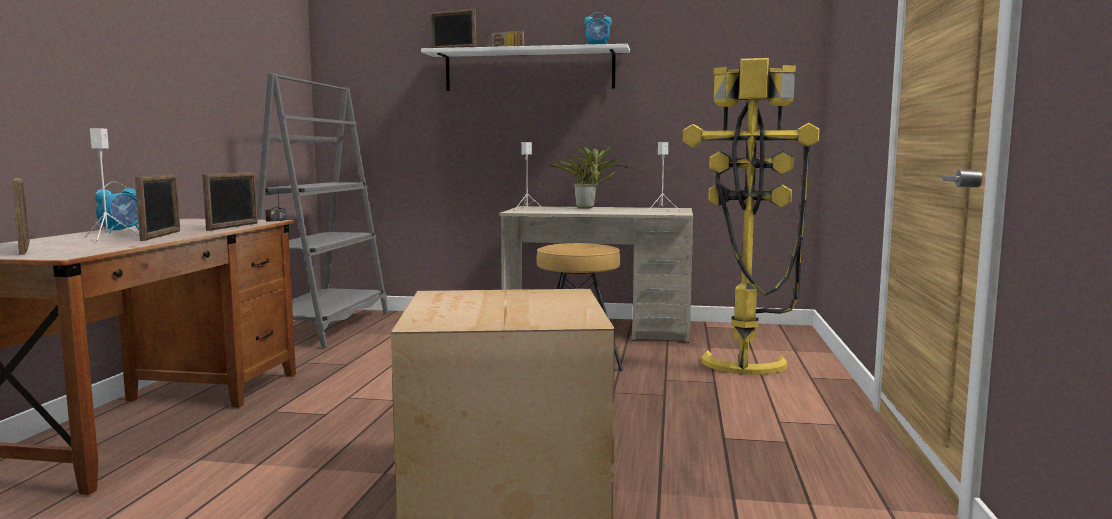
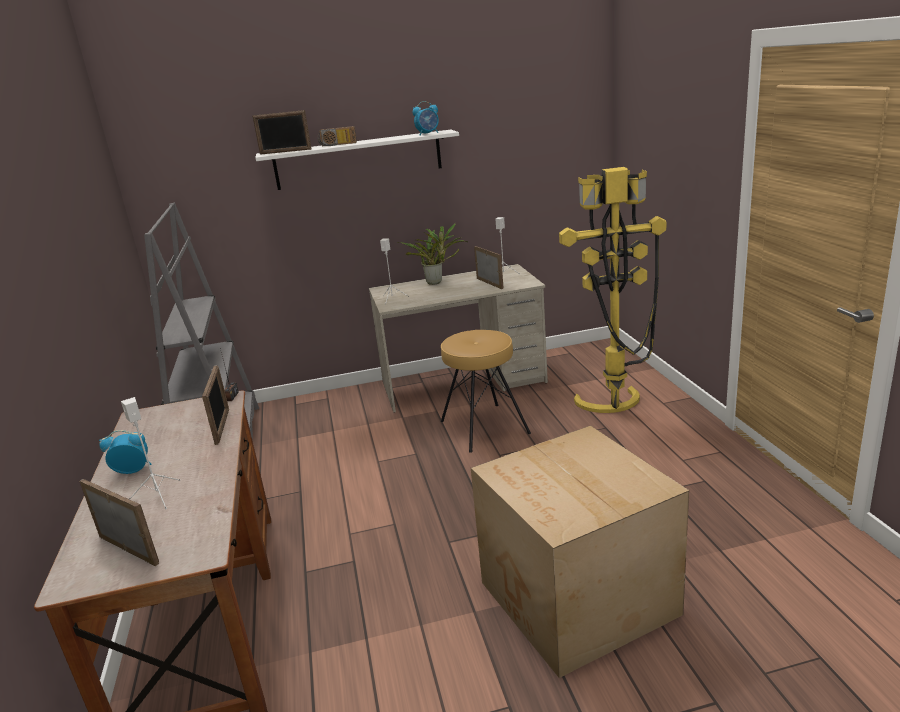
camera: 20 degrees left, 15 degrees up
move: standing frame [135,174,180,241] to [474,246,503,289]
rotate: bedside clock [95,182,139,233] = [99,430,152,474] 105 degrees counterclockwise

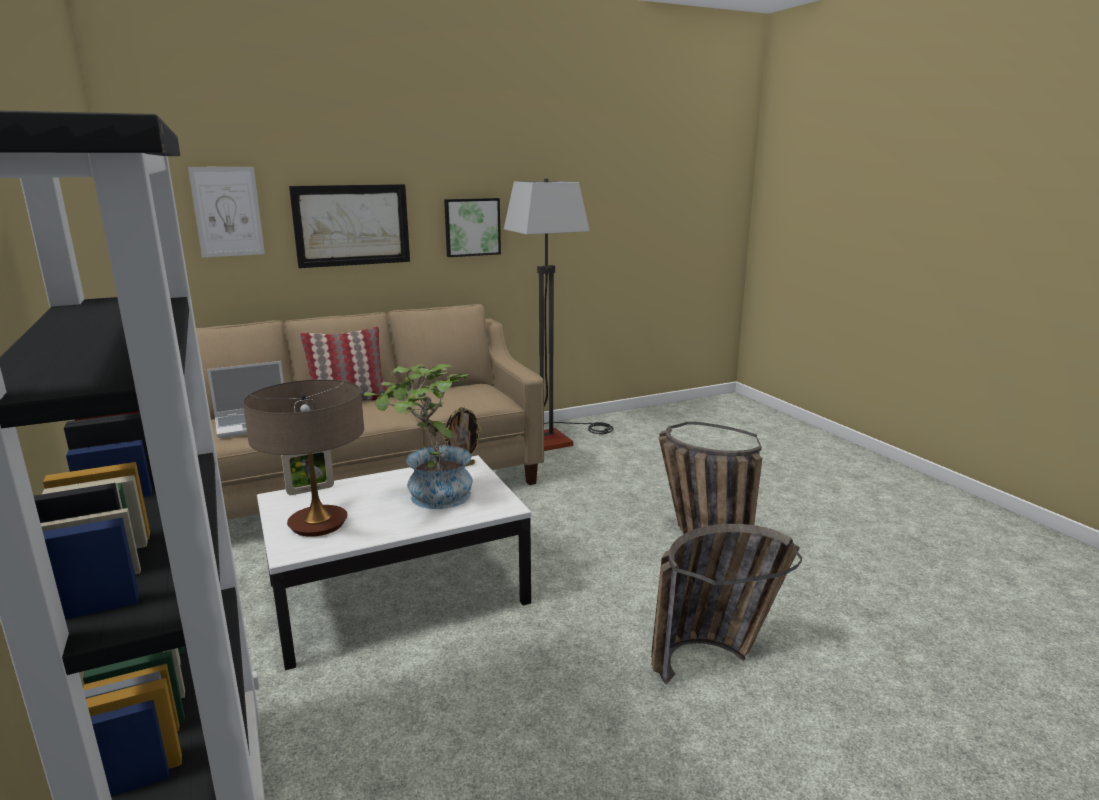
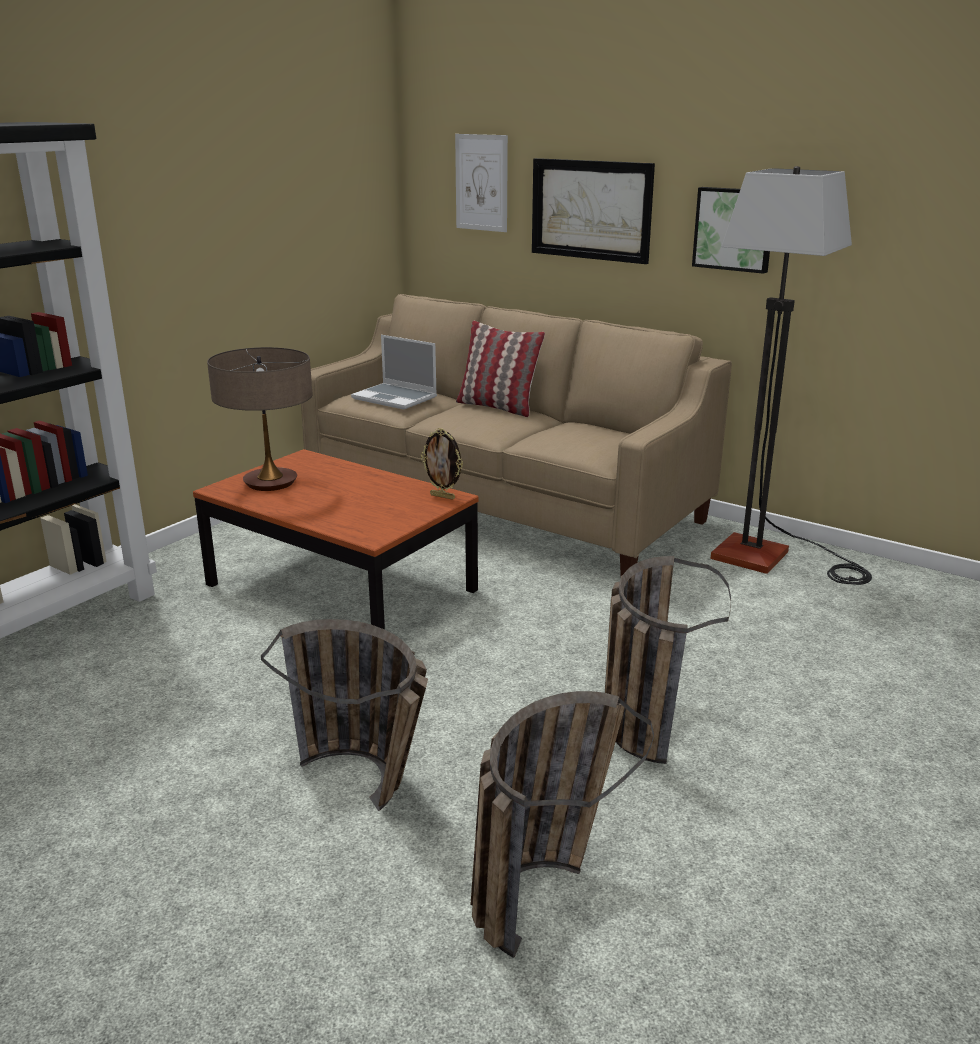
camera: 60 degrees right, 5 degrees up
delete: plant in a pot [363,364,473,509]; standing frame [281,450,334,495]
insert: household basket [470,691,654,958]
recolor: low table/white [257,455,531,670] to low table/brownish [193,449,479,629]

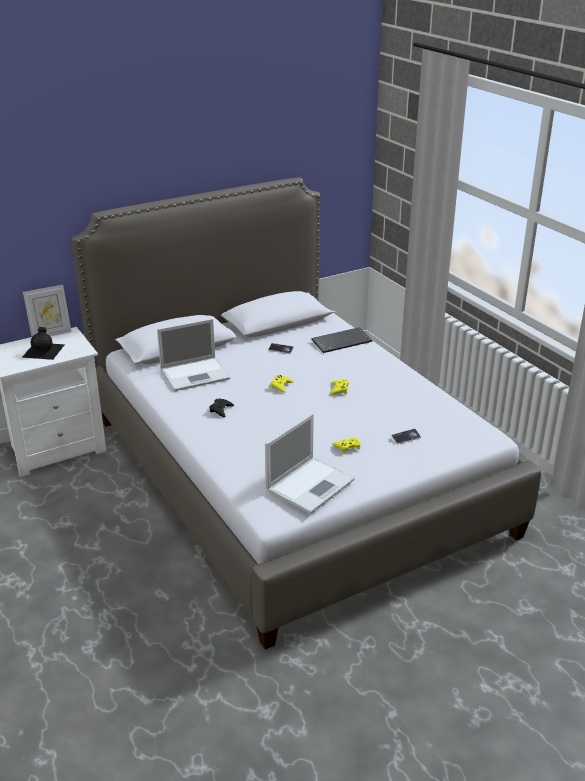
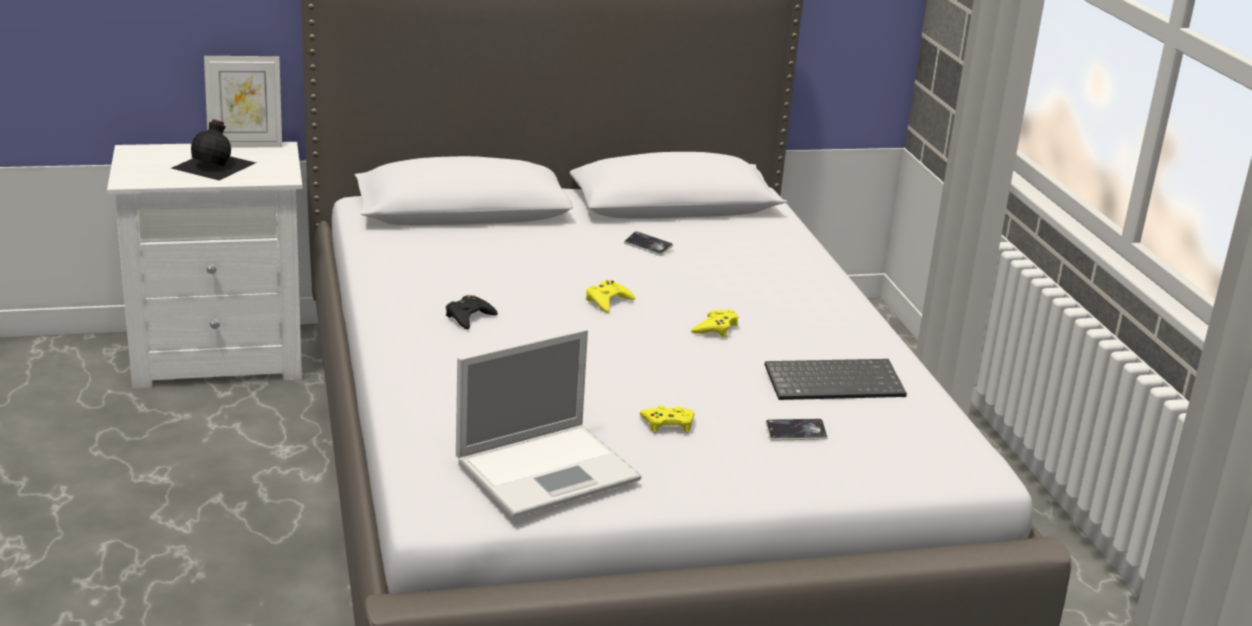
camera: 15 degrees right, 5 degrees down
delete: laptop [157,319,230,391]
move: computer keyboard [311,327,372,353] to [764,359,907,400]

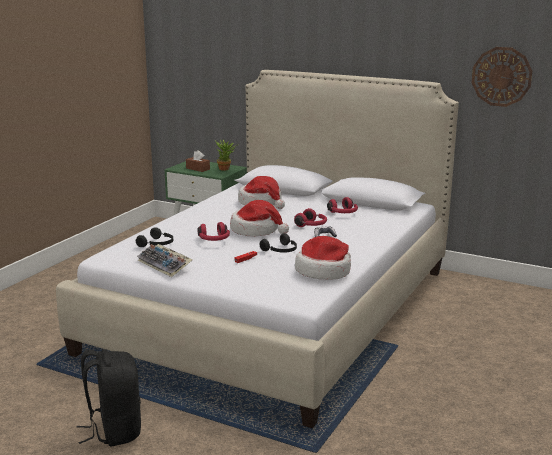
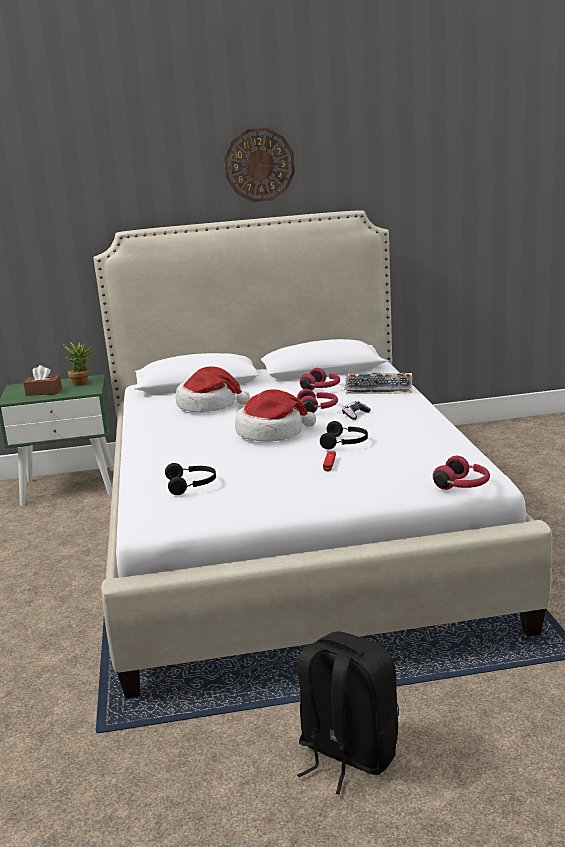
camera: 35 degrees left, 0 degrees up
delete: hat [295,236,351,280]
move: hanging clock [472,47,532,107] to [224,128,295,202]; headset/reddish [198,222,230,241] to [433,456,490,490]; computer keyboard [137,244,193,277] to [344,373,413,394]

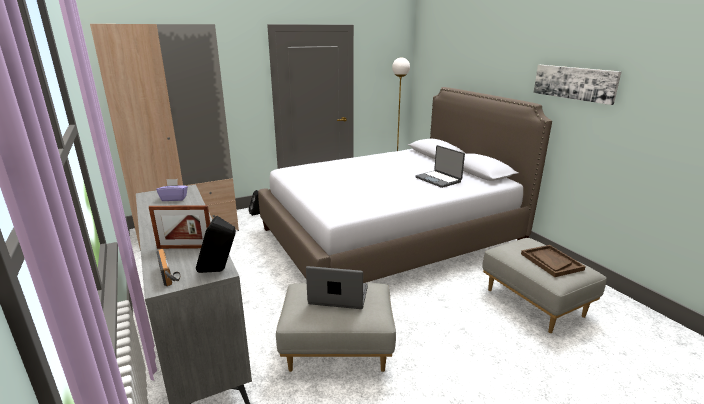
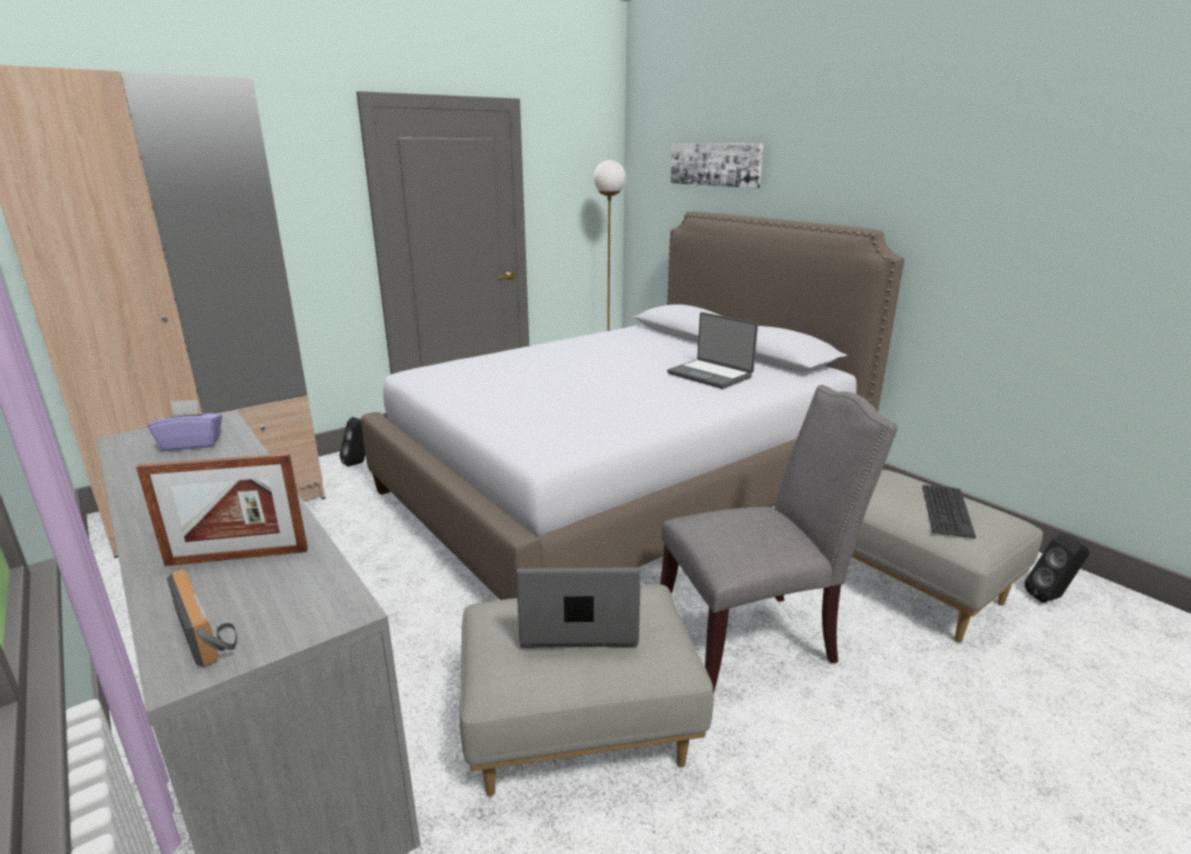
camera: 10 degrees left, 0 degrees up
insert: plain chair/grey [660,385,898,693]
move: picture [533,65,621,105] to [670,143,764,188]; speaker/black [196,216,236,273] to [1025,534,1089,603]
replace: tray/brownish [521,245,586,277] to computer keyboard [922,485,976,538]

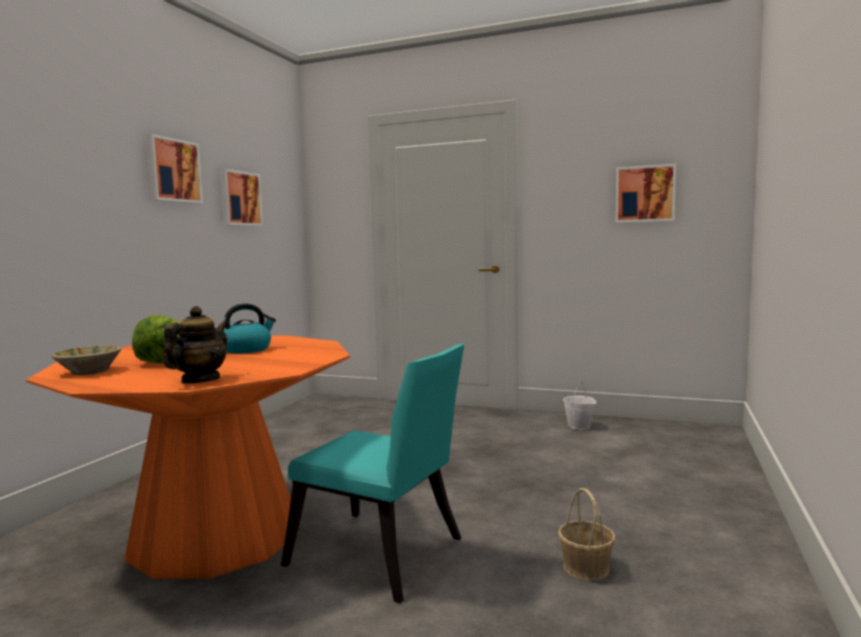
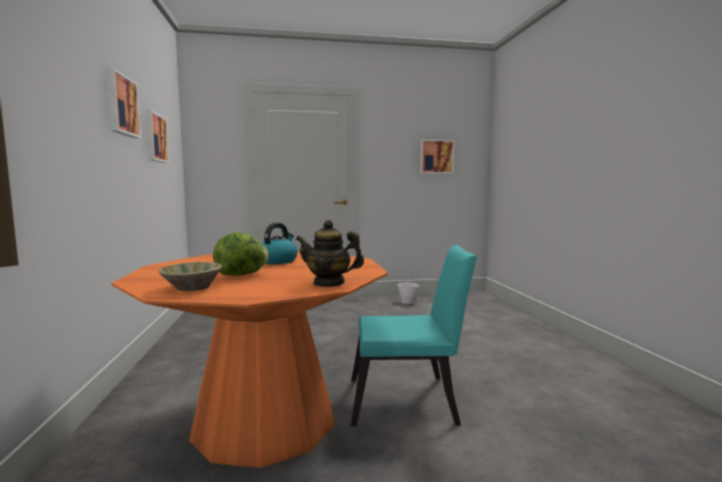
camera: 30 degrees left, 0 degrees up
delete: household basket [558,488,616,581]
rotate: tea pot [163,306,229,383] = [296,220,364,287] 75 degrees counterclockwise

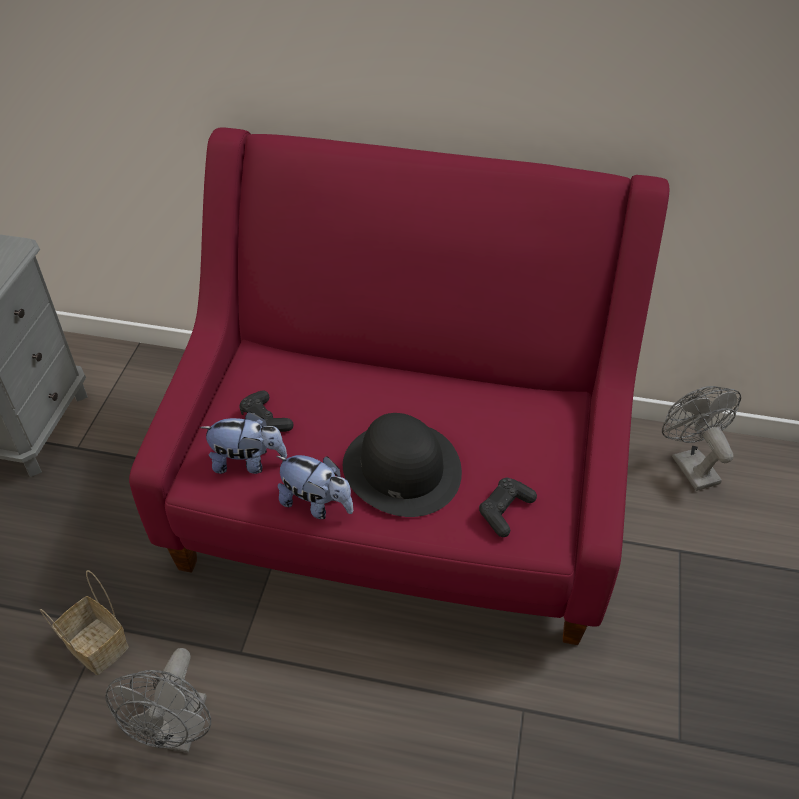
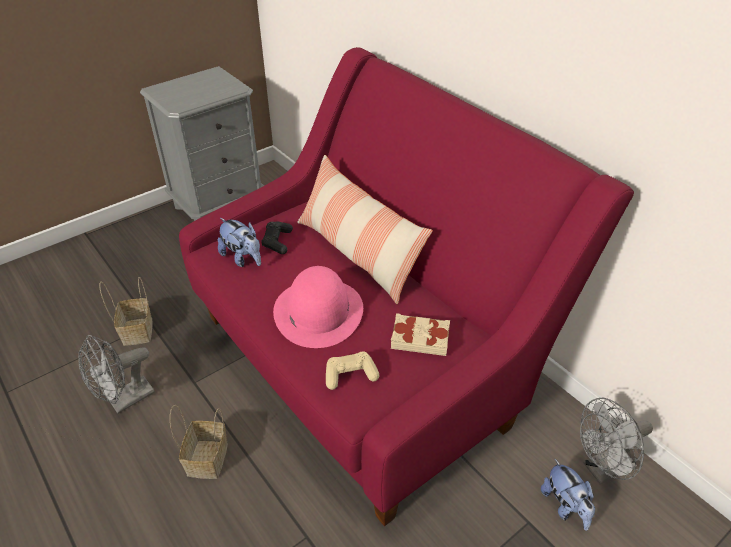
camera: 40 degrees right, 5 degrees down
insert: pillow [297,155,433,304]; book/beige [391,313,450,356]; household basket [170,405,228,479]
move: plush toy [277,455,353,519] to [541,459,595,531]
recolor: hat/black [343,413,462,517] to hat/pinkish [273,266,363,348]; gamepad/black [479,478,537,537] to gamepad/beige [326,351,380,390]
rotate: fan/grey [662,386,741,491] = [580,398,653,484] 135 degrees counterclockwise

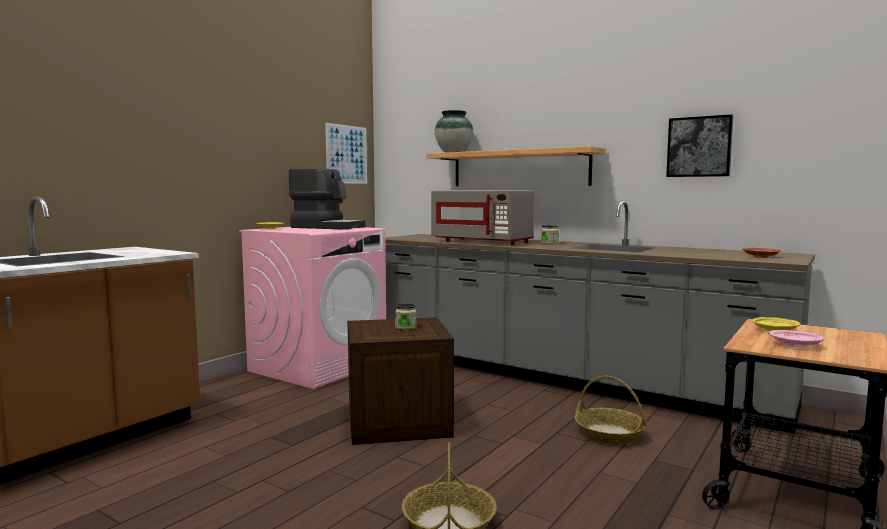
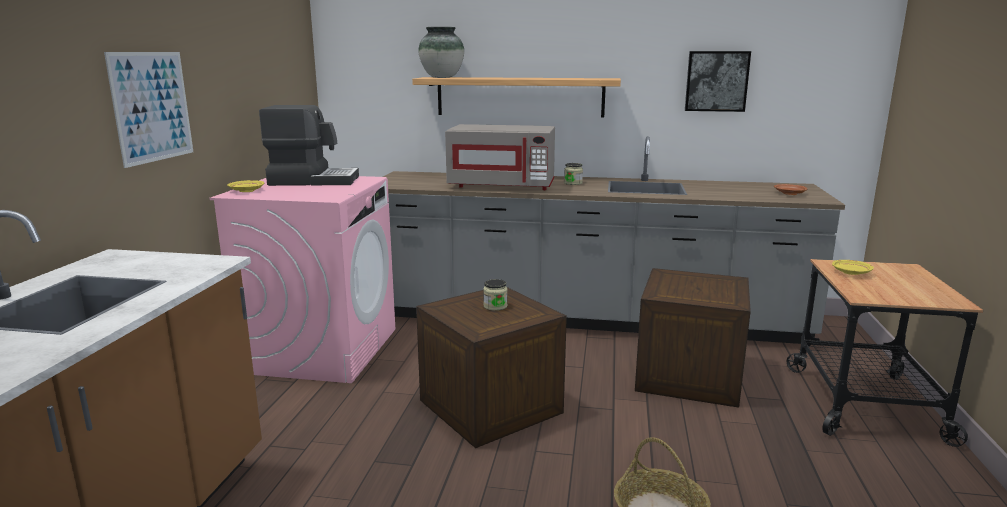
camera: 25 degrees left, 10 degrees up
delete: plate/pinkish [769,330,824,347]
move: picture [325,123,367,184] to [104,52,193,168]
replace: household basket [574,376,646,444] to shipping crate [635,268,751,408]

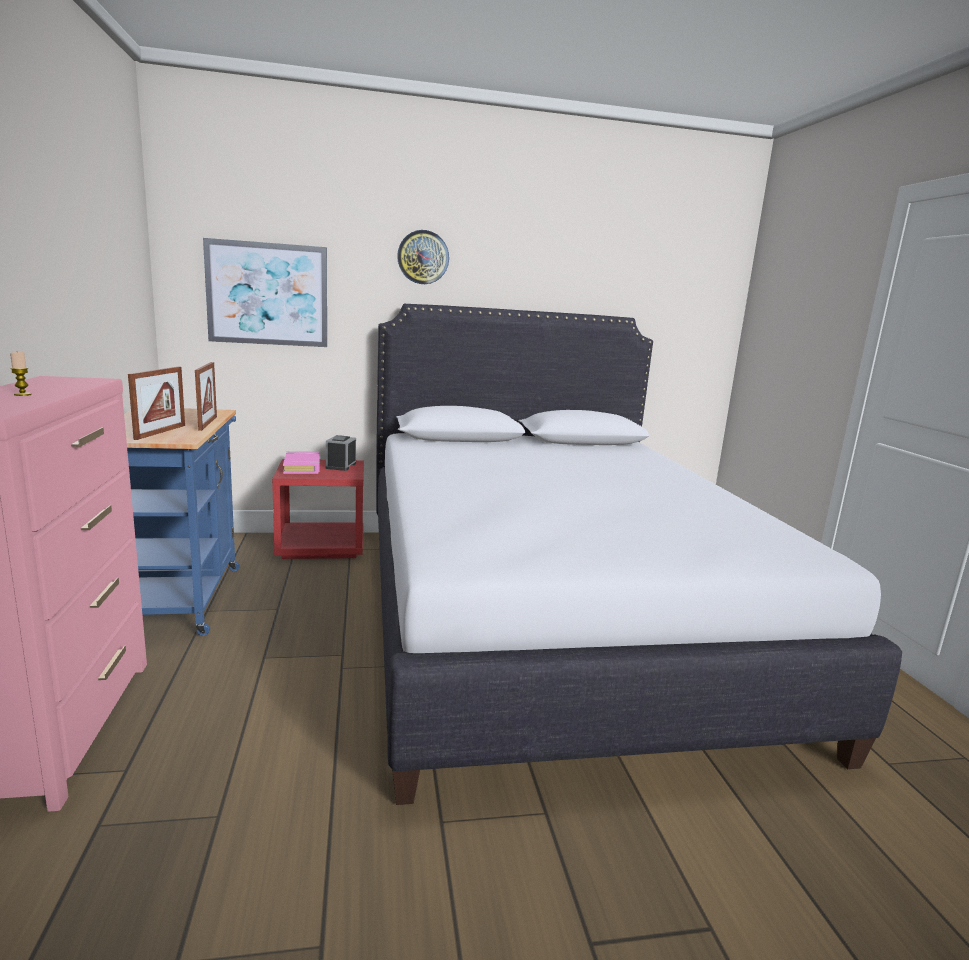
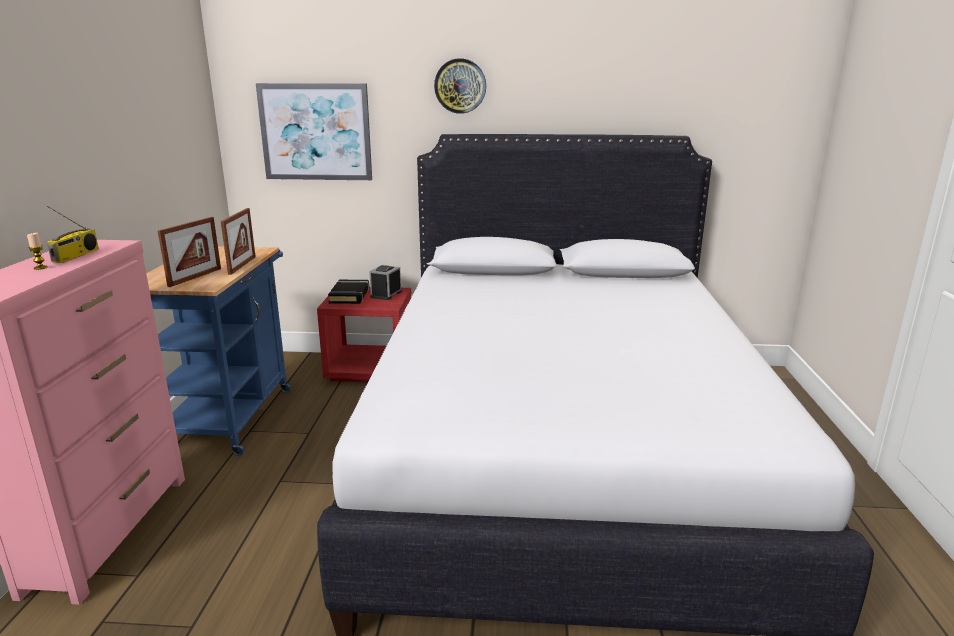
camera: 15 degrees right, 5 degrees up
insert: radio set [47,206,99,263]
recolor: book/pinkish [283,451,320,474] to book/black [328,280,369,304]

